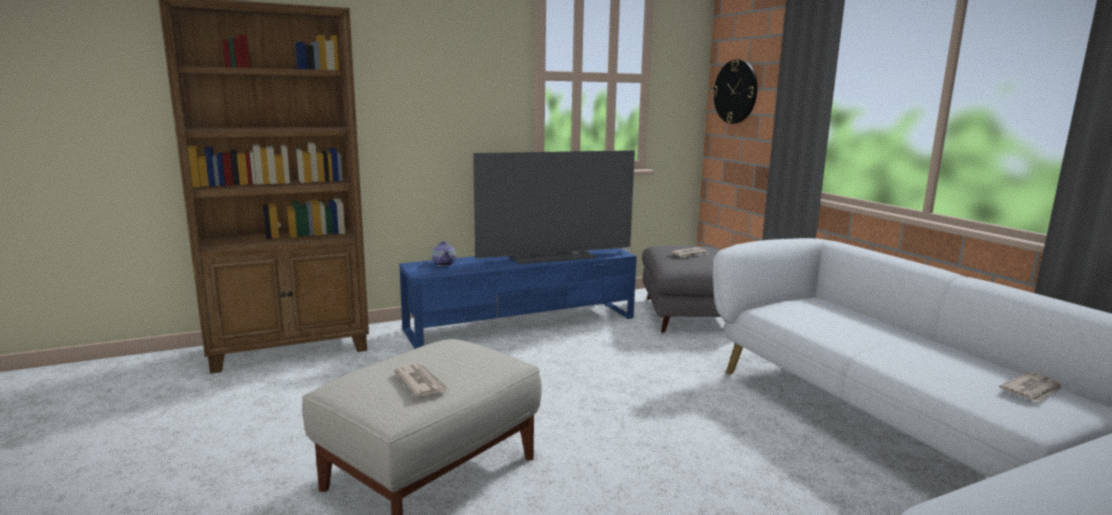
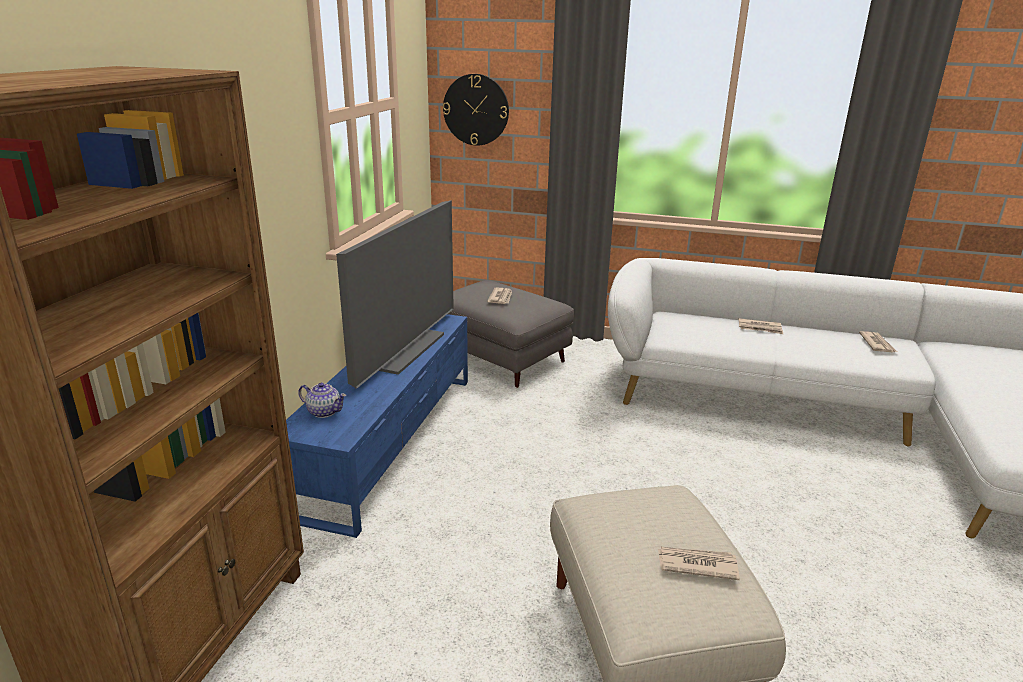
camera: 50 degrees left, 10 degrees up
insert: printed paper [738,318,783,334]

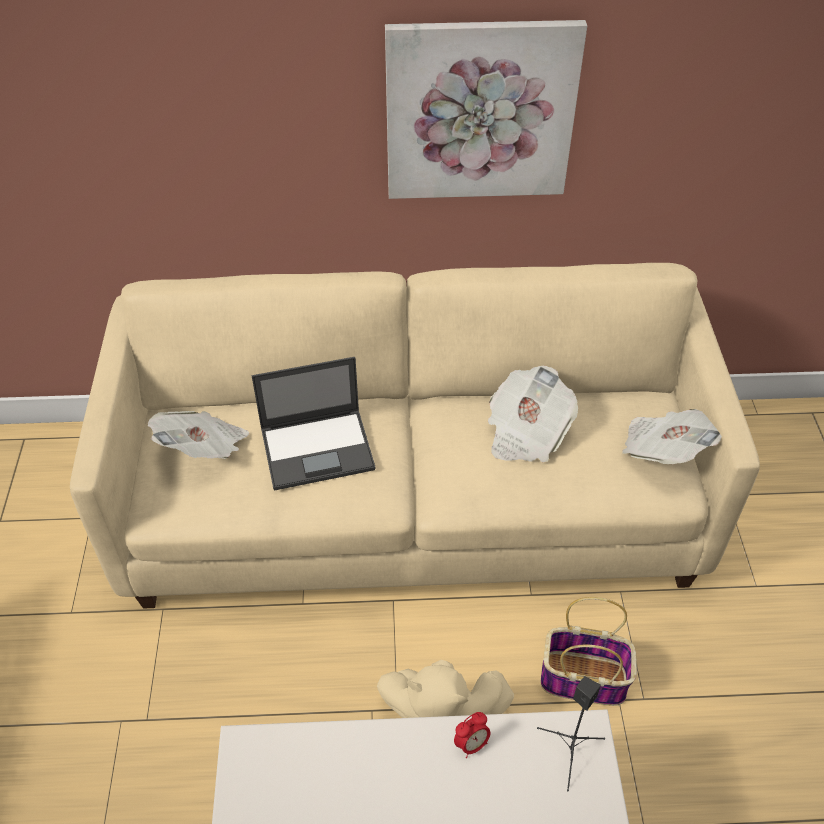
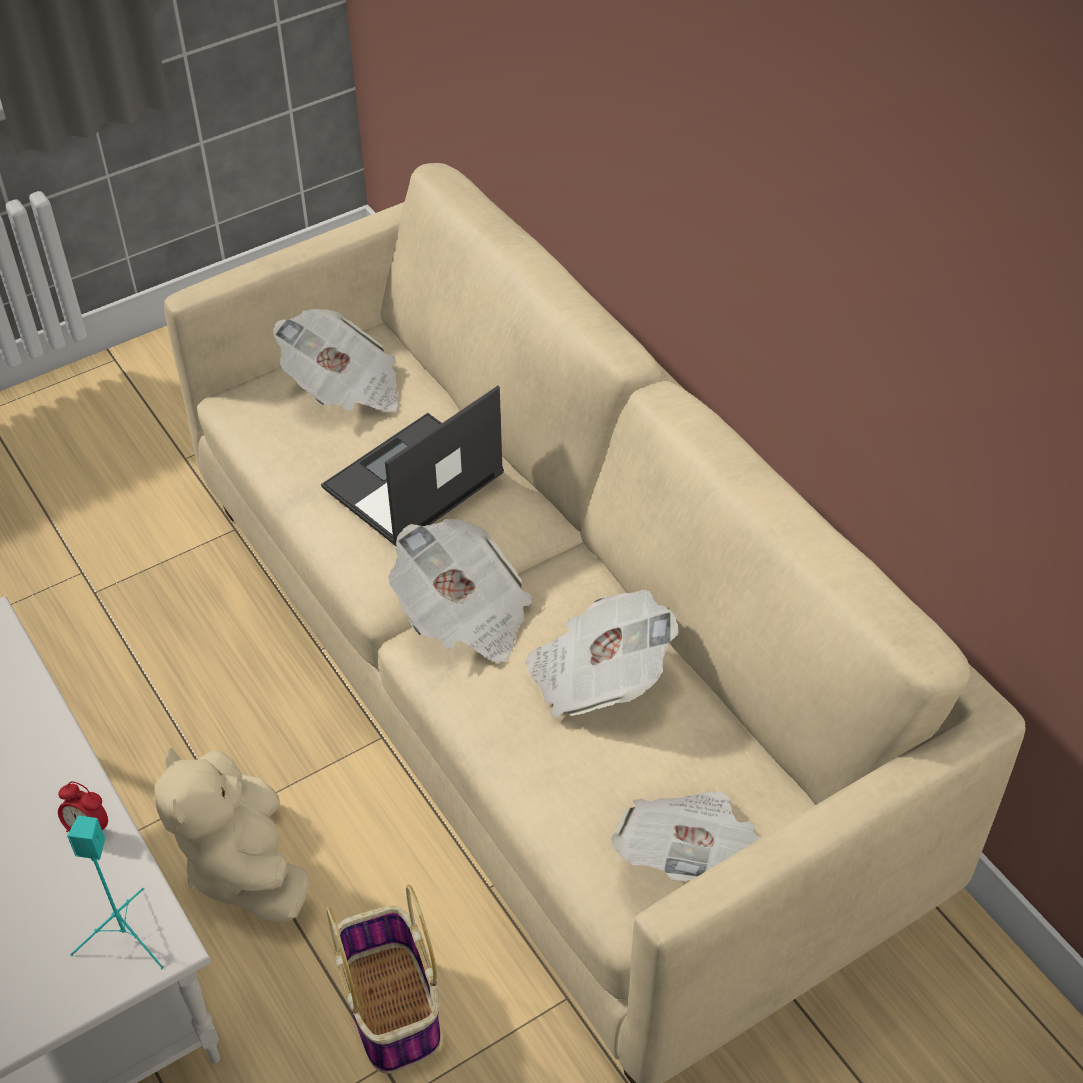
camera: 60 degrees right, 0 degrees up
delete: picture [385,20,587,199]
insert: printed paper [388,519,532,663]
recolor: speaker/black [537,676,605,791] to speaker/turquoise-coloured [67,816,164,969]
rotate: laptop [252,357,376,490] = [321,386,504,546] 90 degrees clockwise

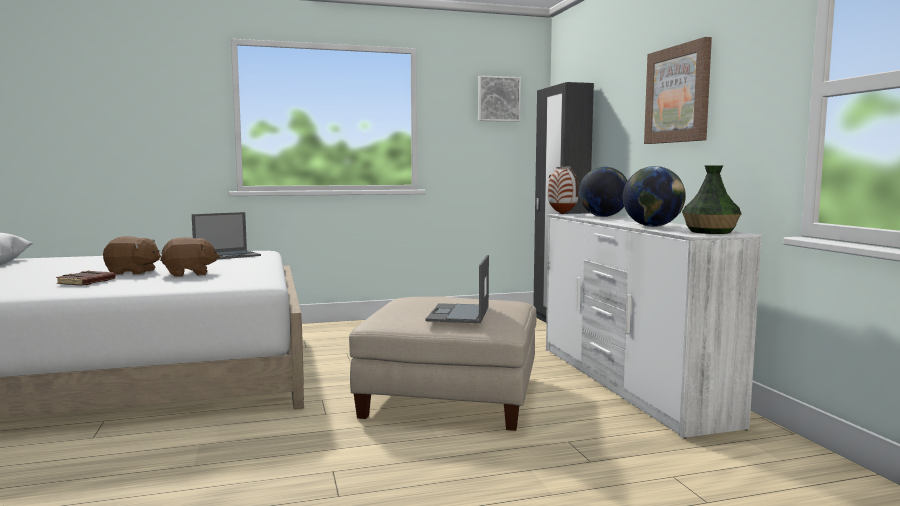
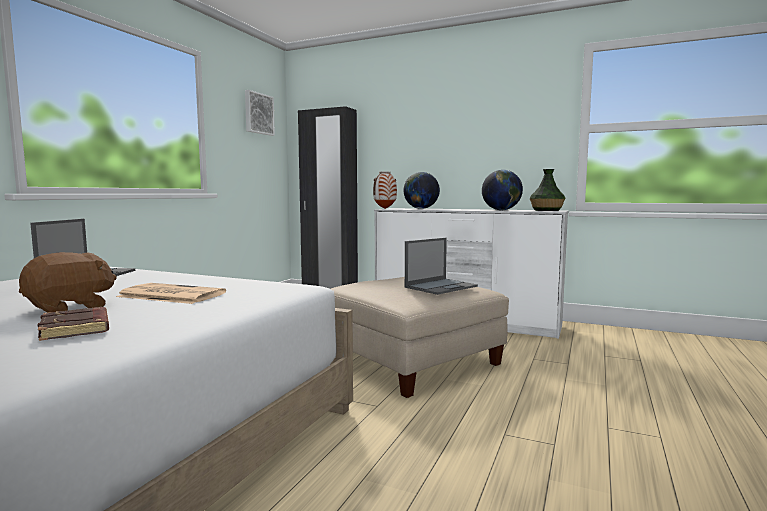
camera: 50 degrees left, 0 degrees up
delete: picture [644,37,712,144]
replace: plush toy/brownish [160,237,220,277] to printed paper [116,283,226,304]
rotate: laptop [426,255,489,323] = [405,238,478,295] 90 degrees counterclockwise

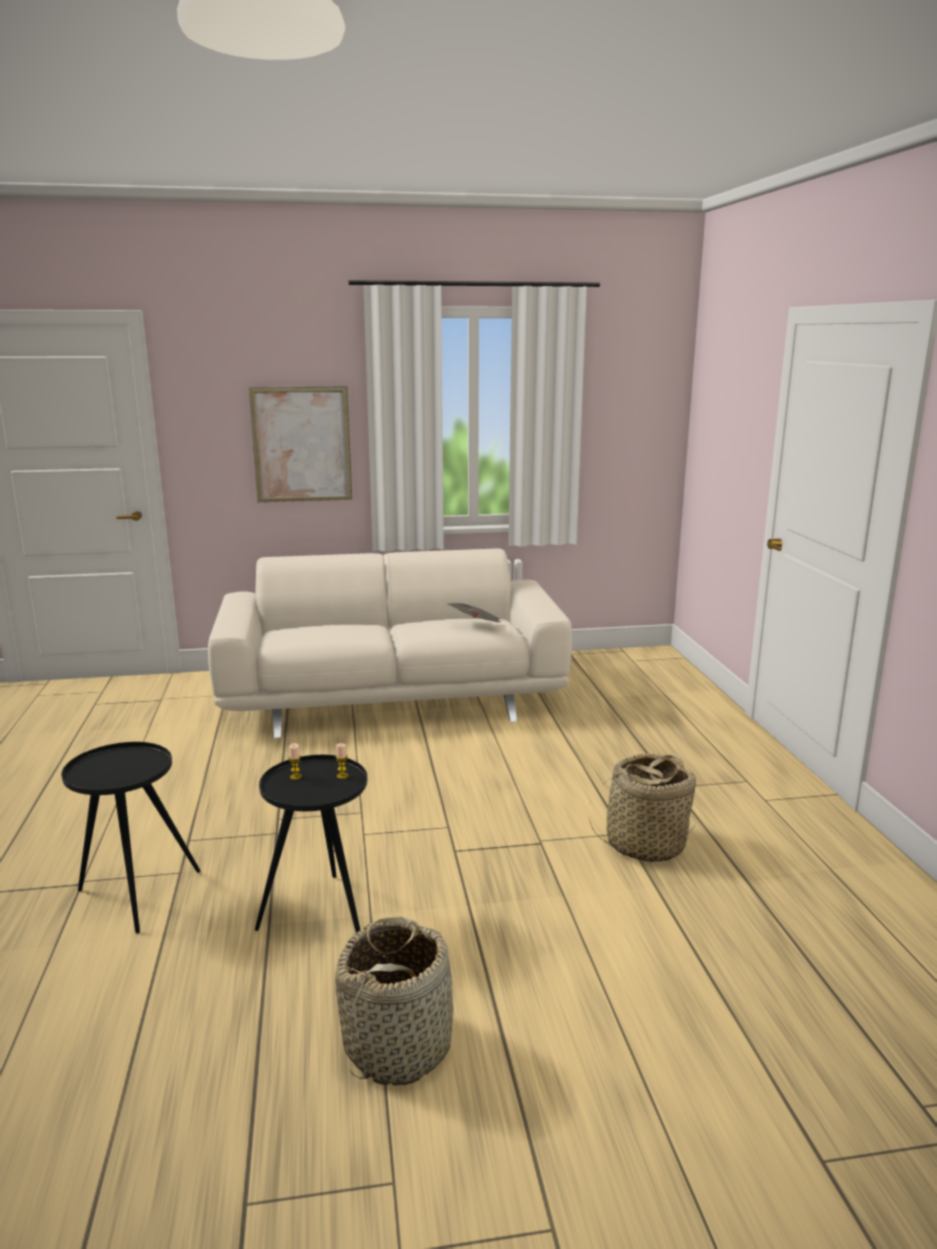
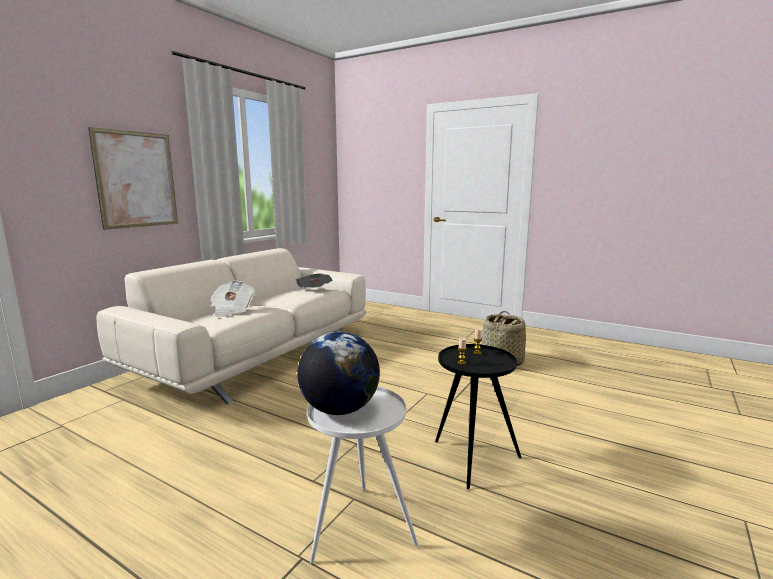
camera: 50 degrees left, 5 degrees down
delete: household basket [335,917,453,1086]
insert: printed paper [210,280,255,317]; desk globe [297,332,380,415]
recolor: accent table/black [61,742,201,933] to accent table/white [307,387,418,564]

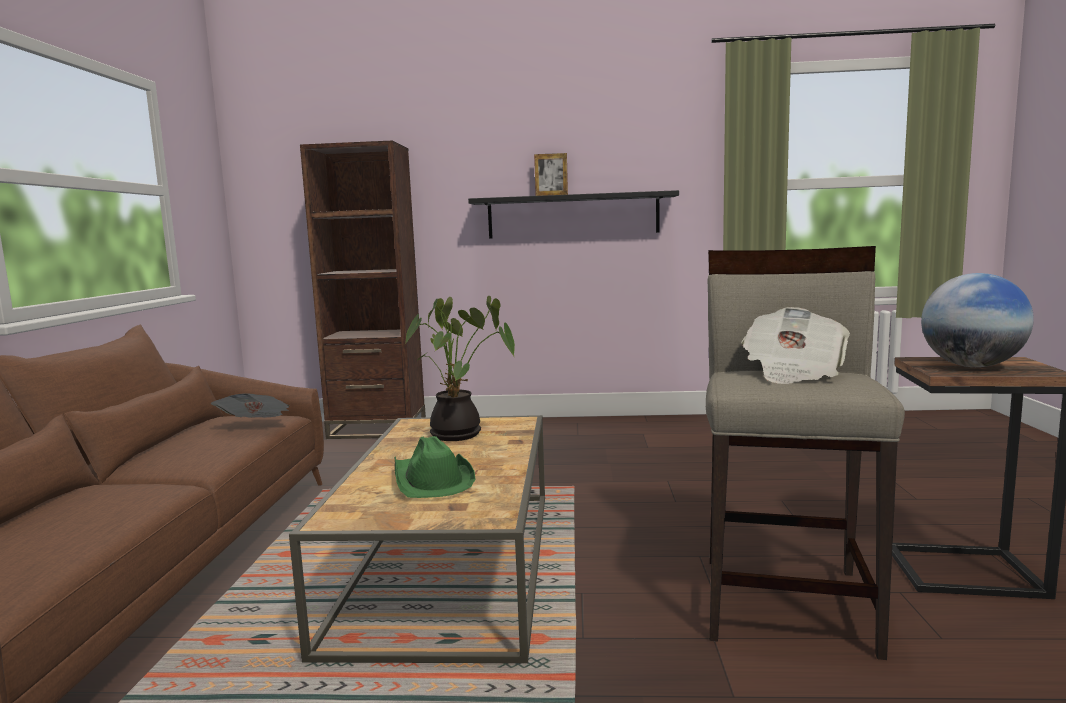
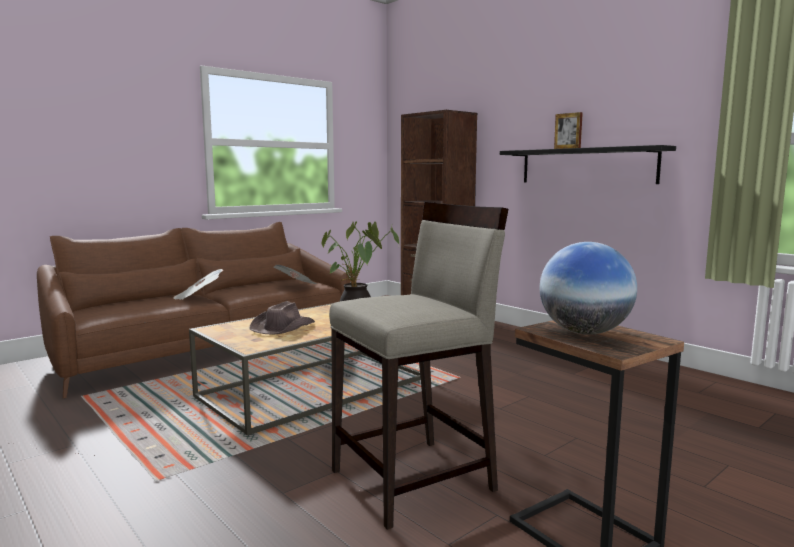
camera: 45 degrees right, 0 degrees up
move: printed paper [741,307,850,384] to [173,269,223,300]
recolor: hat/greenish [394,436,476,498] to hat/brownish [250,301,315,334]

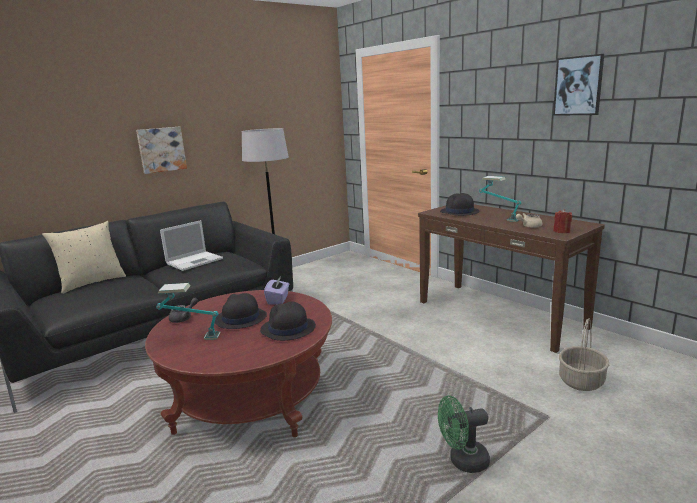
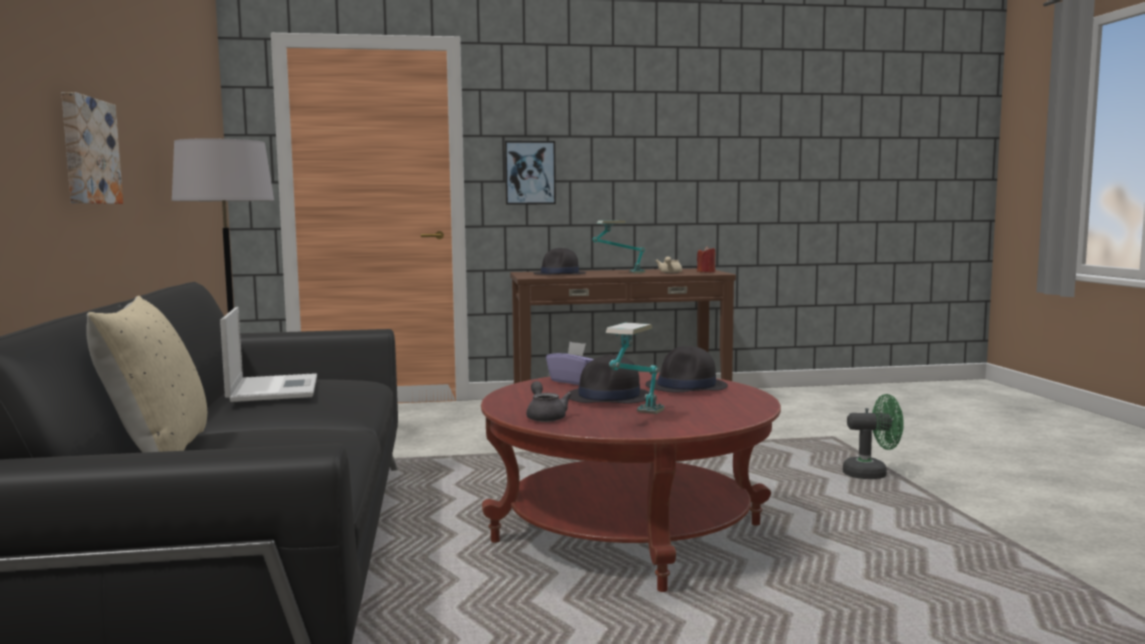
camera: 60 degrees left, 10 degrees down
delete: household basket [559,318,609,391]
move: picture [553,54,604,116] to [505,141,556,205]
rotate: fan/greenish [438,395,490,473] = [843,394,904,479] 105 degrees counterclockwise

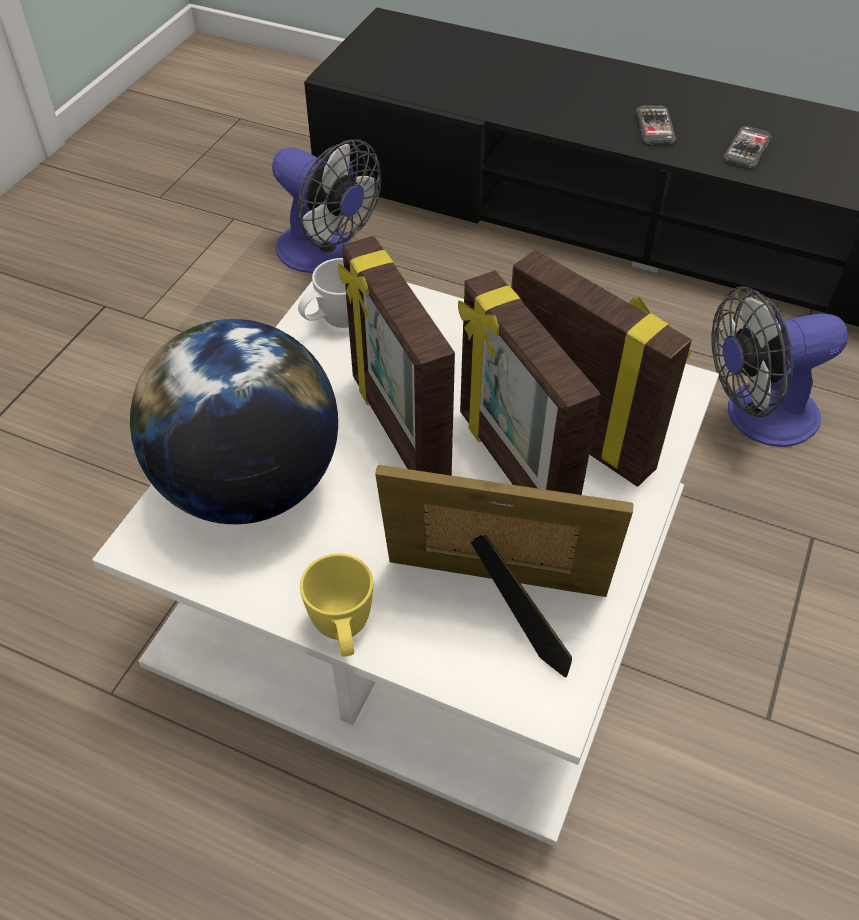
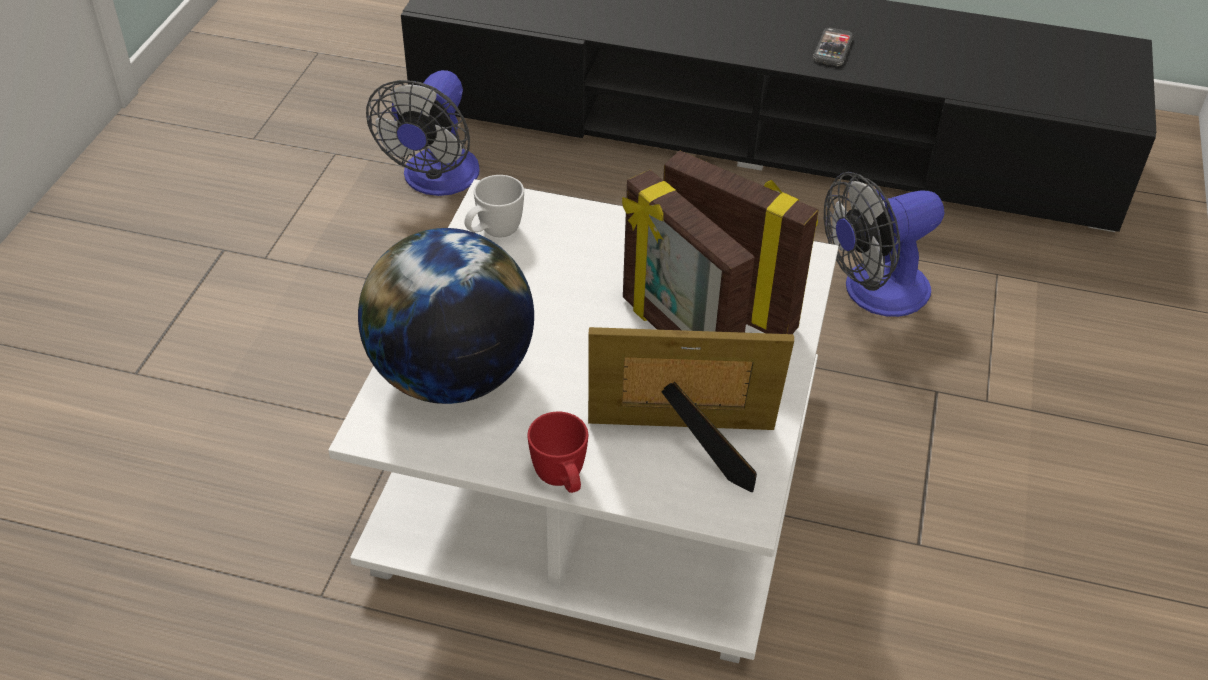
camera: 10 degrees left, 5 degrees down
delete: handset [636,106,676,145]; standing frame [338,235,455,476]
recolor: mug/yellow [300,553,373,657] to mug/reddish [527,412,588,493]
rotate: fan [272,140,381,273] = [366,70,479,196] 75 degrees clockwise

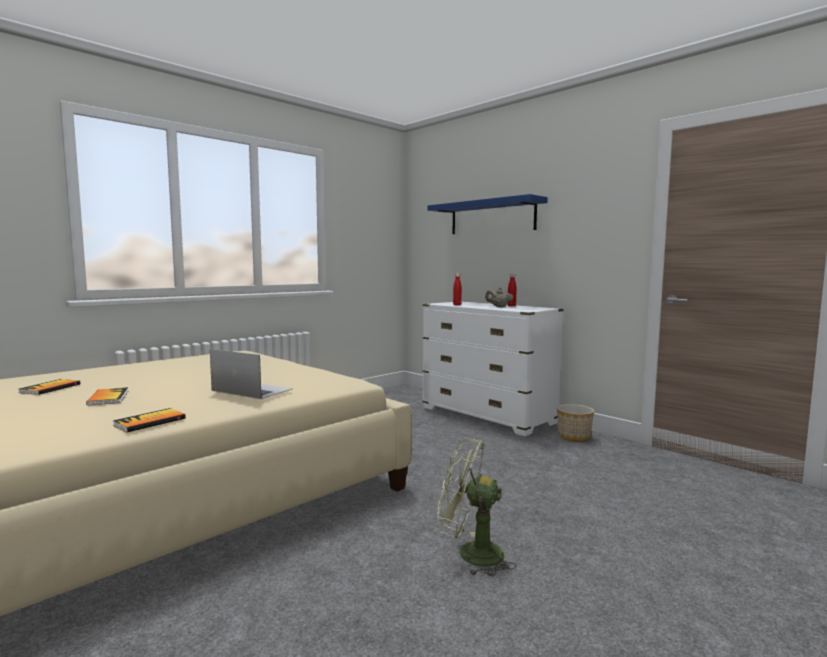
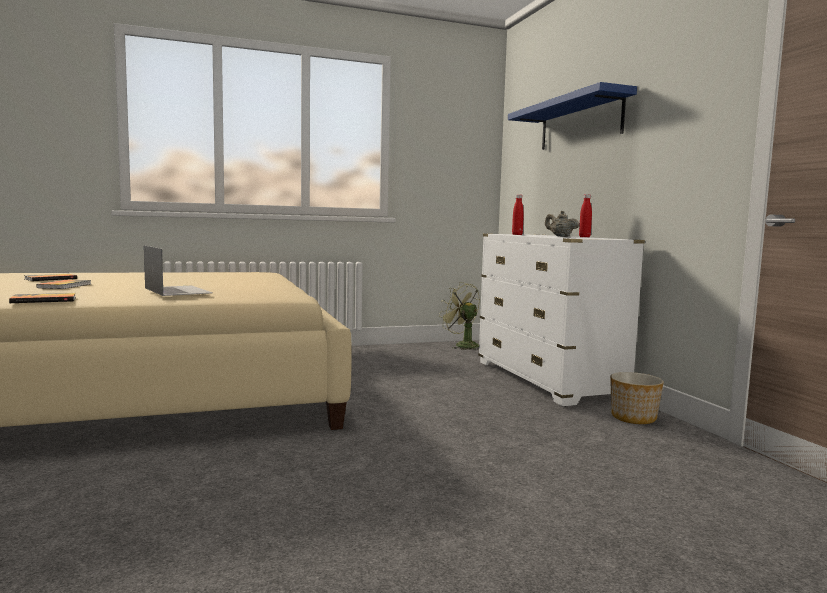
camera: 25 degrees right, 0 degrees up
move: fan/greenish [437,437,516,577] to [439,282,480,350]

